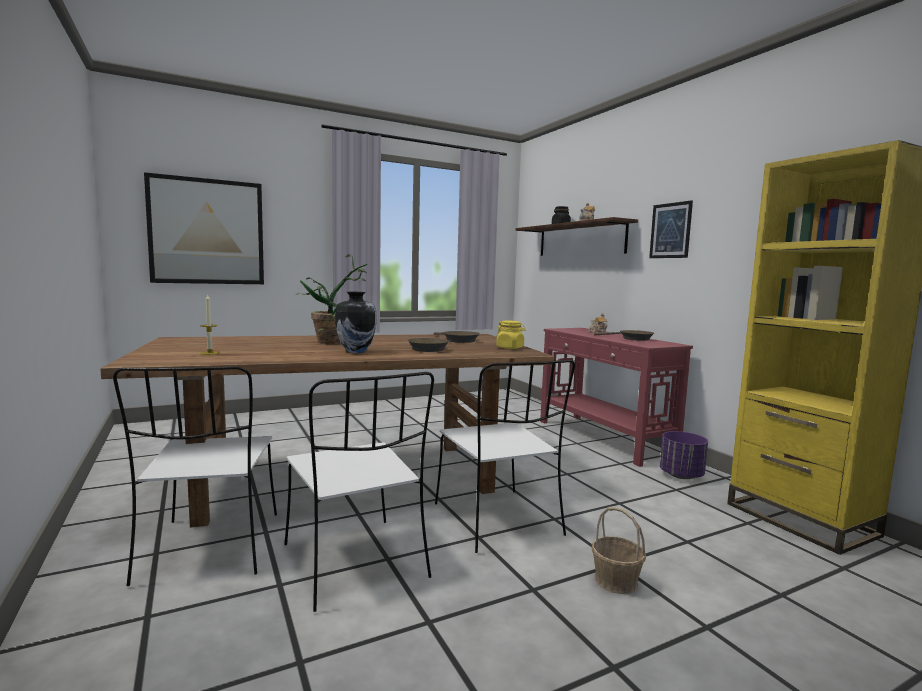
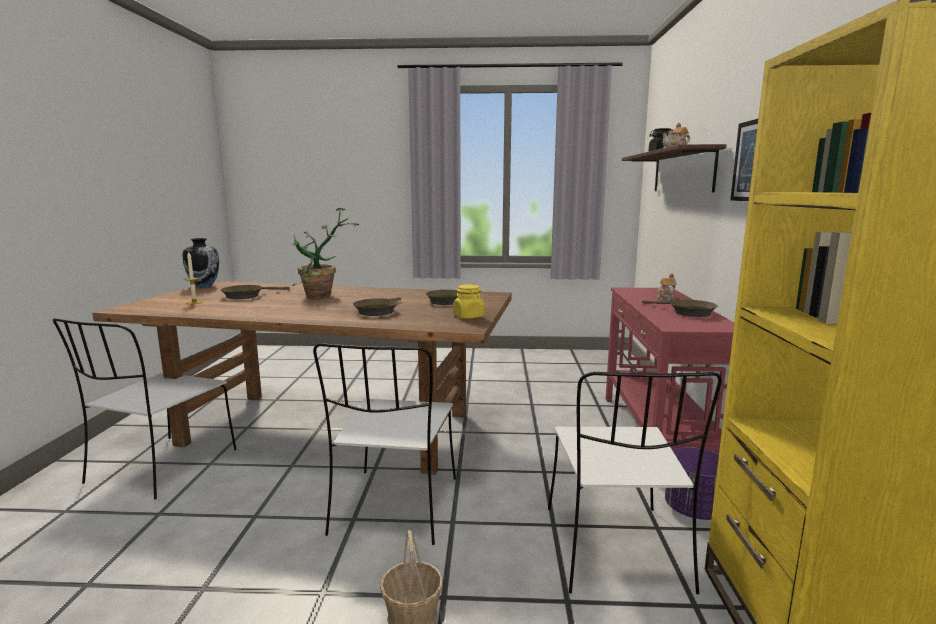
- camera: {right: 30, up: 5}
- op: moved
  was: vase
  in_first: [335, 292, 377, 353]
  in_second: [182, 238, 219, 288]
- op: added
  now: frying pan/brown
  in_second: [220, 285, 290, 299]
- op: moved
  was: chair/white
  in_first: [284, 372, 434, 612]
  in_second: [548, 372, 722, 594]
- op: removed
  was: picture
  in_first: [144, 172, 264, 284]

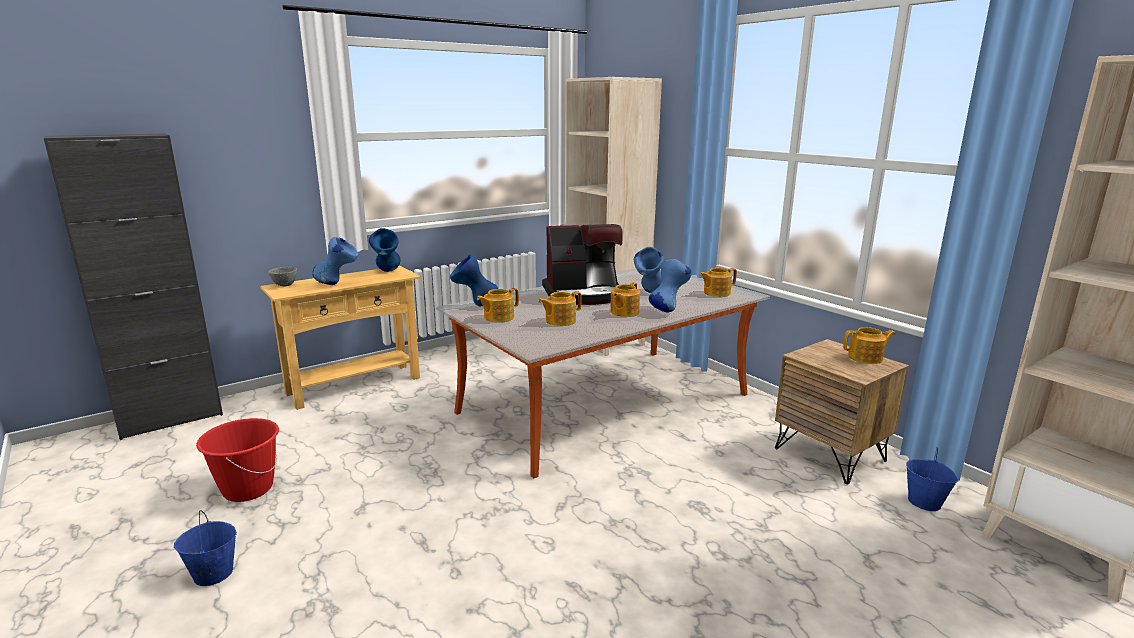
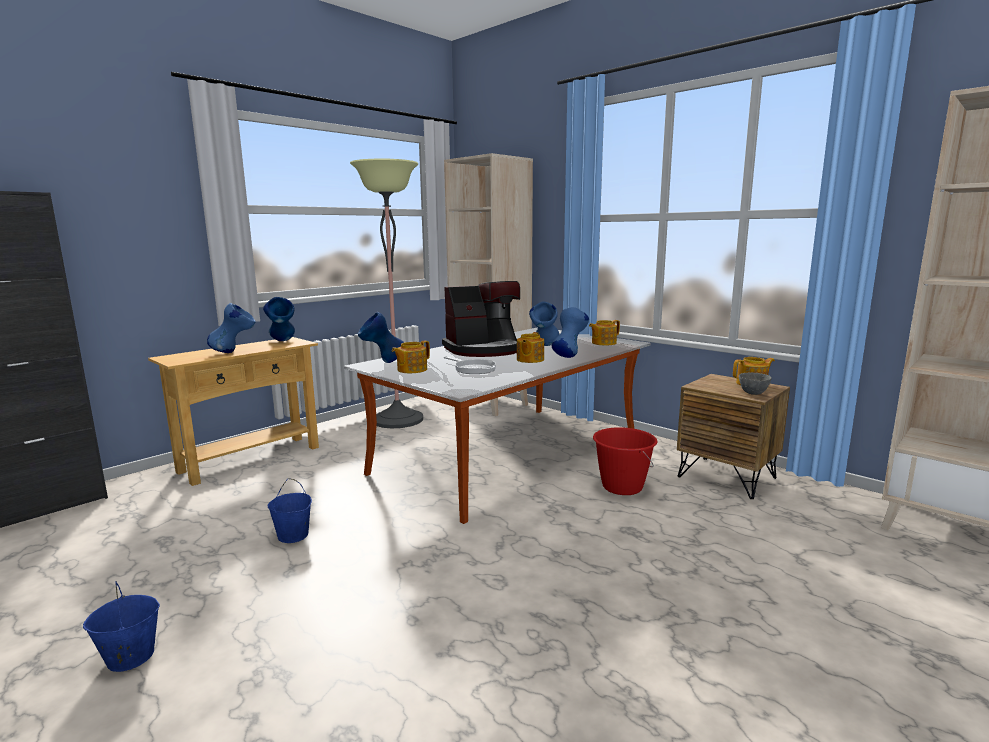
- camera: {right: -10, up: -5}
- op: moved
  was: bucket/blue
  in_first: [906, 447, 959, 511]
  in_second: [268, 478, 312, 543]
- op: added
  now: floor lamp
  in_second: [350, 159, 423, 428]
- op: replaced
  was: teapot
  now: frying pan
  in_first: [539, 291, 581, 326]
  in_second: [444, 356, 496, 374]
- op: moved
  was: bucket/red
  in_first: [196, 418, 279, 502]
  in_second: [593, 427, 658, 495]
- op: moved
  was: bowl/grey
  in_first: [268, 267, 297, 286]
  in_second: [739, 372, 772, 395]

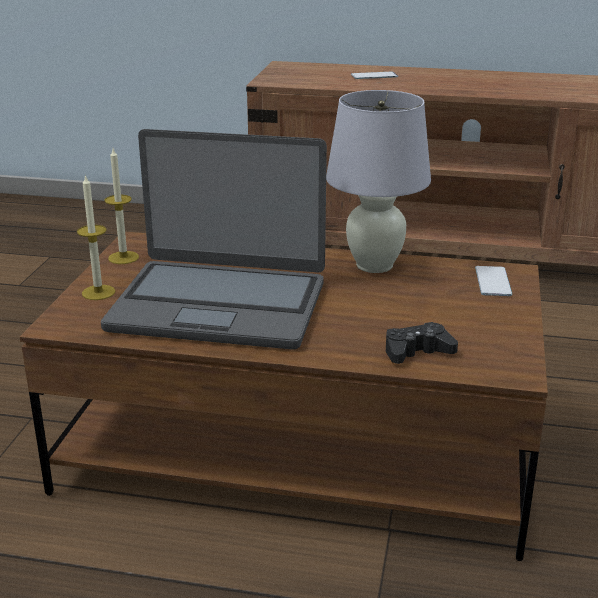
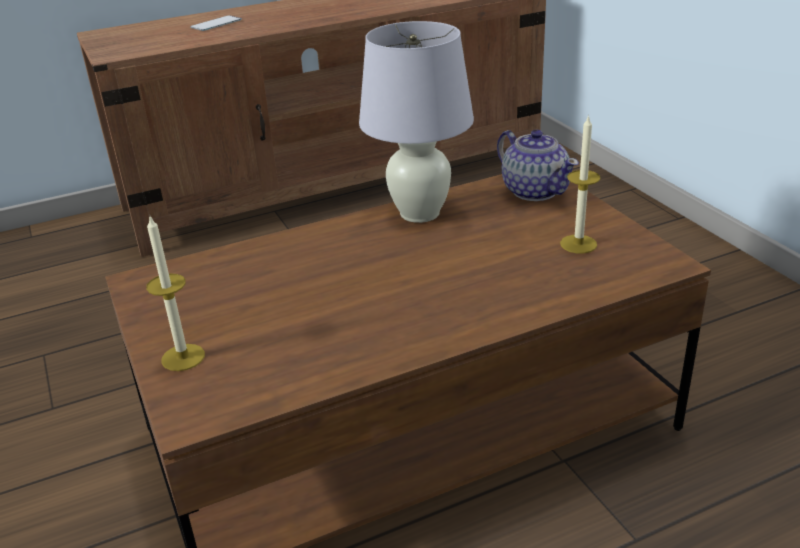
- camera: {right: -35, up: 5}
- op: replaced
  was: phone
  now: teapot
  in_first: [475, 266, 512, 296]
  in_second: [497, 130, 579, 201]
- op: moved
  was: candle
  in_first: [104, 149, 139, 264]
  in_second: [560, 115, 600, 253]
- op: removed
  was: laptop
  in_first: [101, 129, 327, 350]
- op: removed
  was: game controller/black
  in_first: [386, 322, 458, 364]

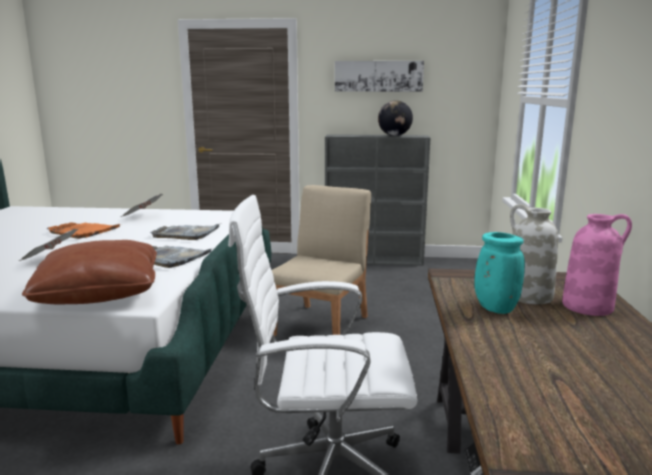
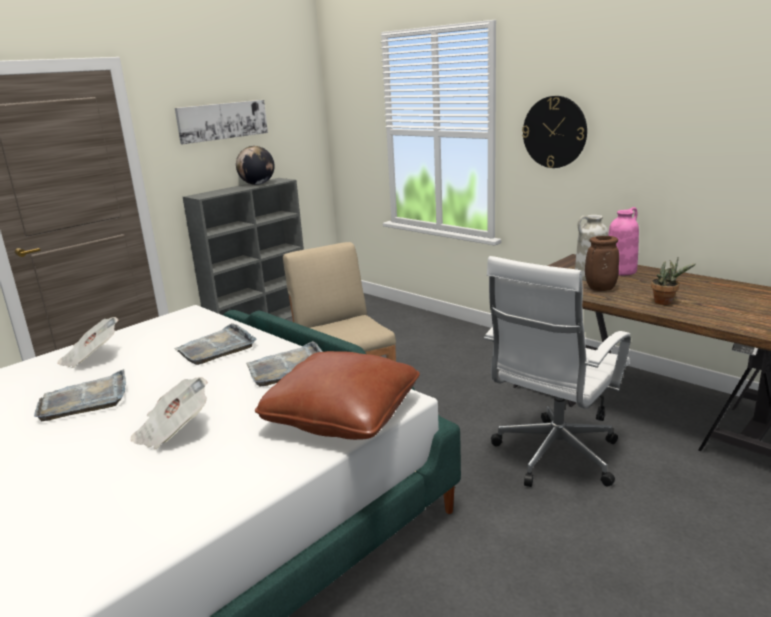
- camera: {right: -50, up: 5}
- op: recoloured
  was: tray/orange
  now: tray/grey
  in_first: [47, 222, 120, 239]
  in_second: [34, 369, 126, 421]
- op: added
  now: wall clock
  in_second: [522, 96, 587, 168]
- op: recoloured
  was: vase/turquoise
  now: vase/brown
  in_first: [474, 232, 525, 314]
  in_second: [585, 236, 619, 291]
- op: added
  now: potted plant
  in_second: [651, 258, 696, 305]

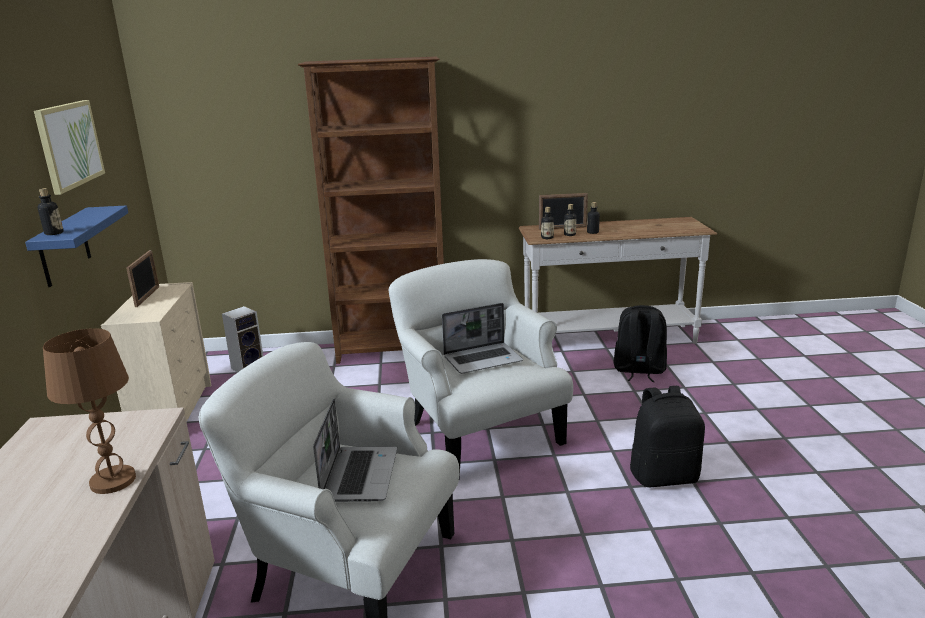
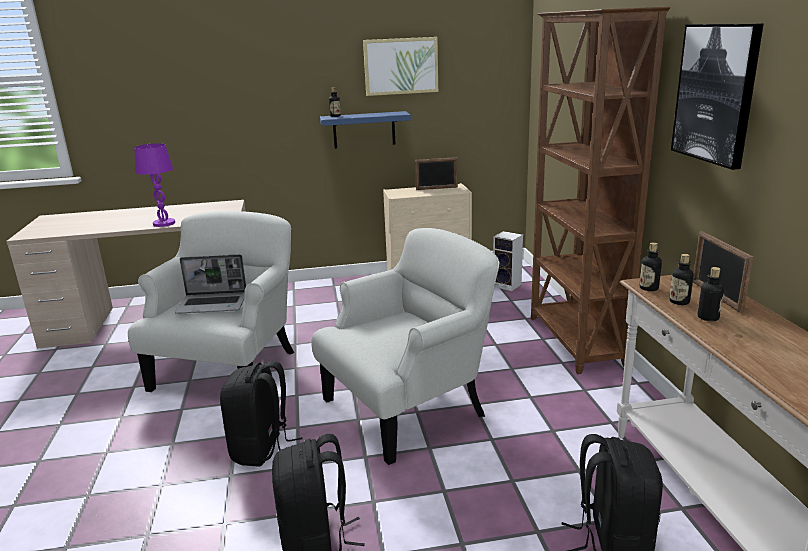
- camera: {right: 85, up: 0}
- op: recoloured
  was: table lamp/brown
  now: table lamp/purple
  in_first: [43, 328, 136, 494]
  in_second: [134, 143, 175, 227]
- op: added
  now: backpack/black
  in_second: [220, 361, 302, 467]
- op: added
  now: picture
  in_second: [671, 23, 764, 170]
- op: removed
  was: laptop
  in_first: [442, 303, 523, 374]

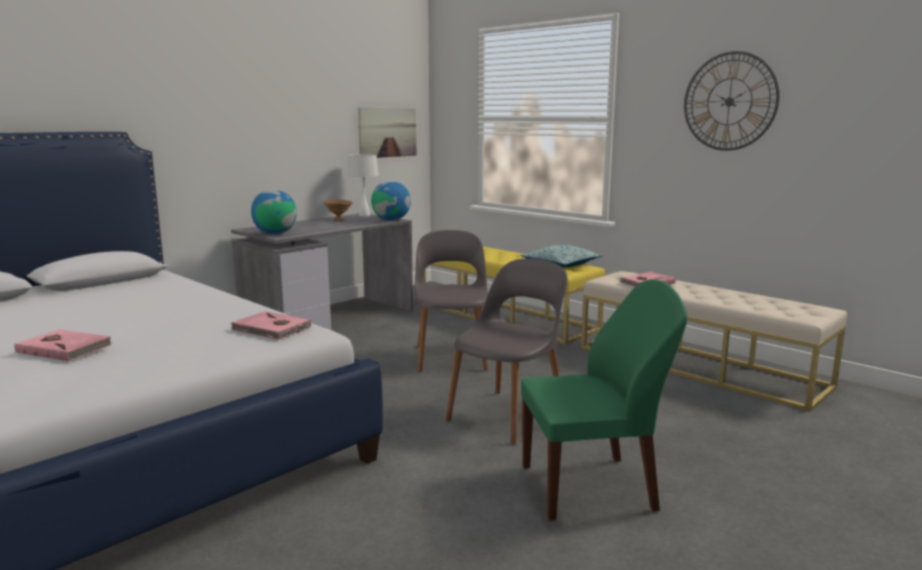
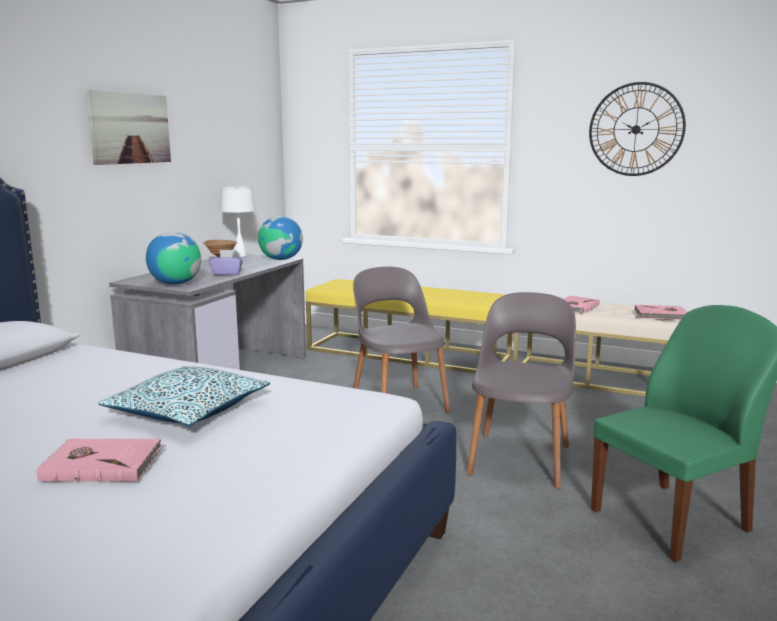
- camera: {right: -20, up: 0}
- op: moved
  was: picture
  in_first: [358, 108, 417, 158]
  in_second: [86, 89, 171, 165]
- op: moved
  was: pillow
  in_first: [521, 245, 602, 268]
  in_second: [98, 366, 270, 426]
- op: added
  now: tissue box/purple
  in_second: [209, 250, 243, 275]
- op: moved
  was: book/pink
  in_first: [231, 311, 311, 340]
  in_second: [634, 305, 687, 320]

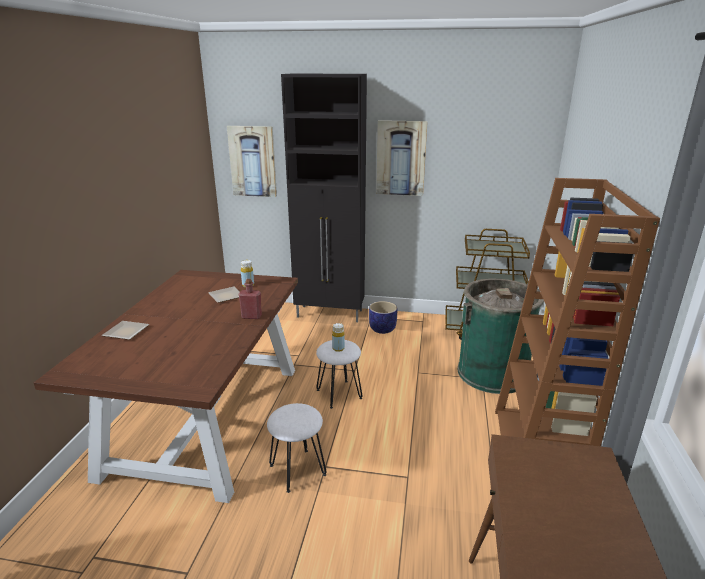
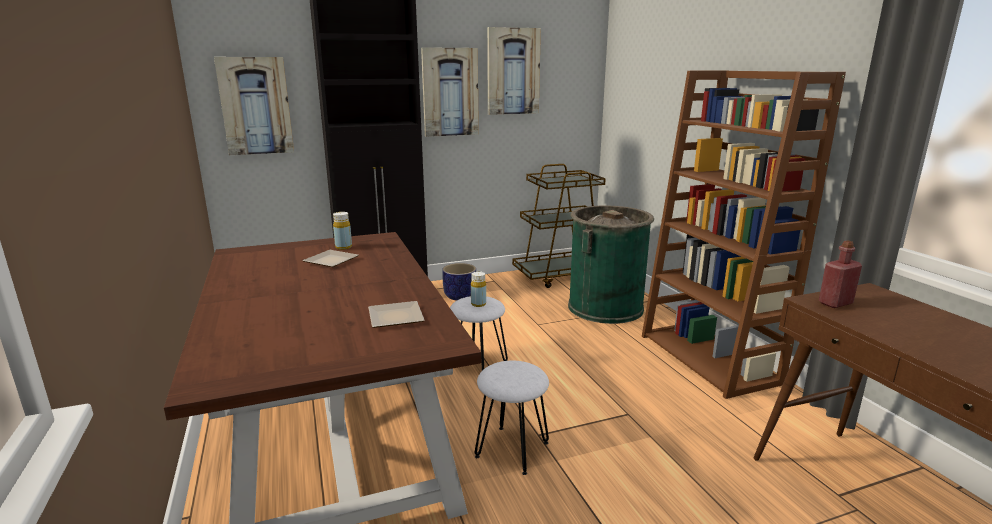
- camera: {right: -30, up: -5}
- op: moved
  was: plate
  in_first: [101, 321, 149, 340]
  in_second: [368, 301, 425, 328]
- op: added
  now: picture
  in_second: [487, 27, 541, 115]
- op: moved
  was: bottle/red
  in_first: [239, 279, 262, 319]
  in_second: [819, 241, 862, 308]

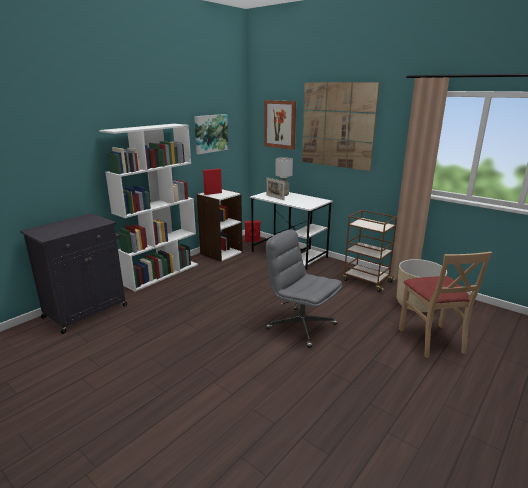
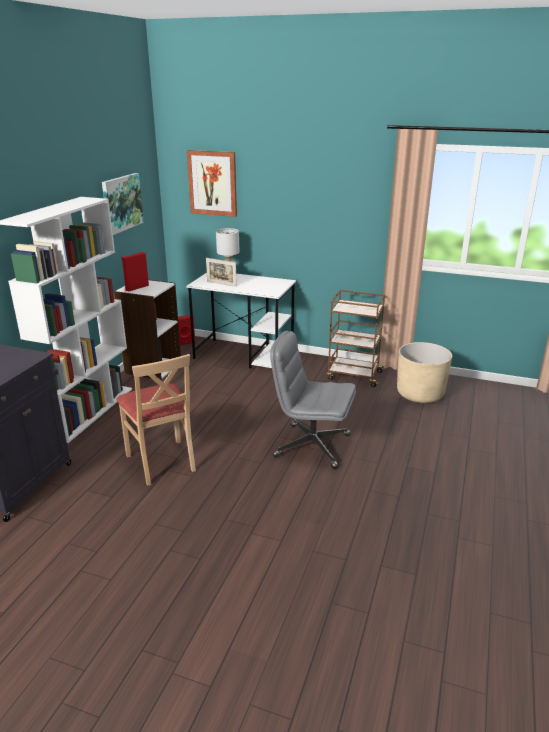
- camera: {right: -20, up: 5}
- op: moved
  was: chair/beige
  in_first: [399, 252, 492, 358]
  in_second: [116, 354, 196, 486]
- op: removed
  was: picture
  in_first: [302, 82, 380, 171]

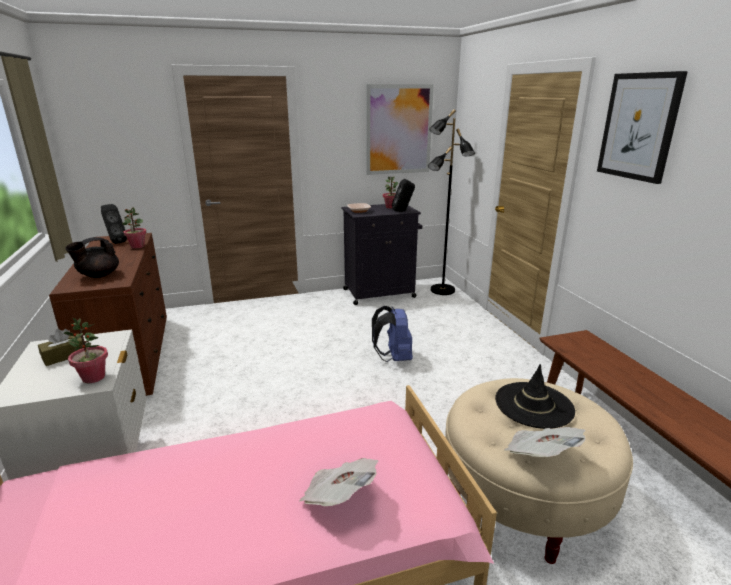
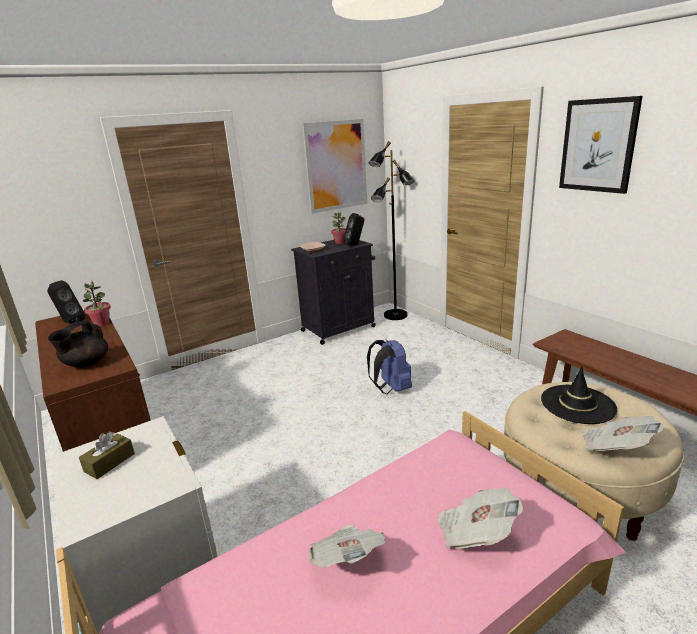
- camera: {right: -15, up: 0}
- op: added
  now: newspaper
  in_second: [308, 525, 385, 567]
- op: removed
  was: potted plant
  in_first: [63, 318, 108, 383]

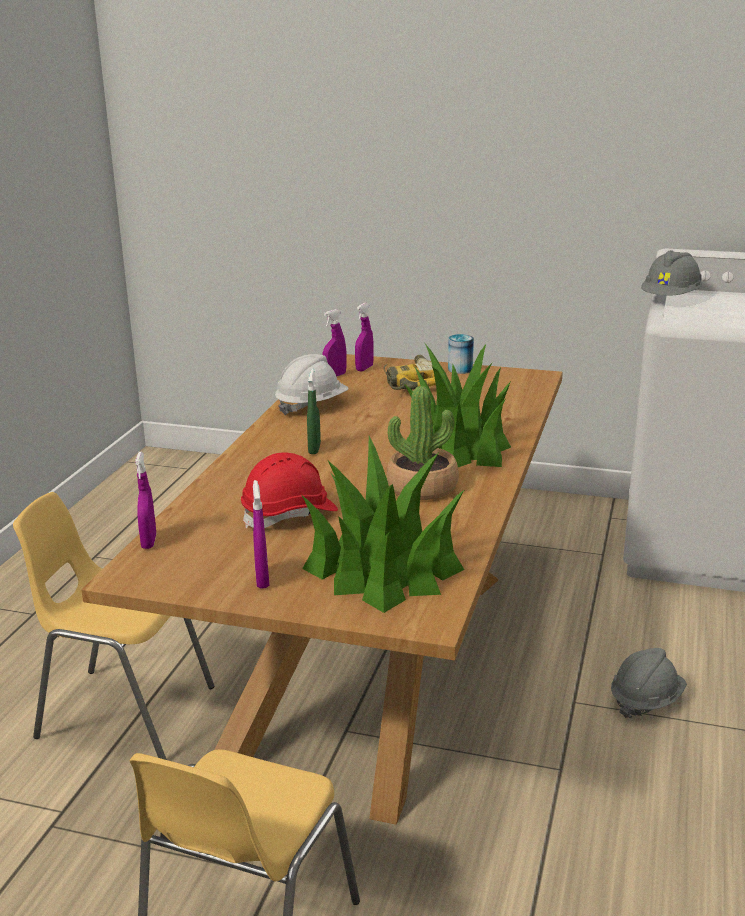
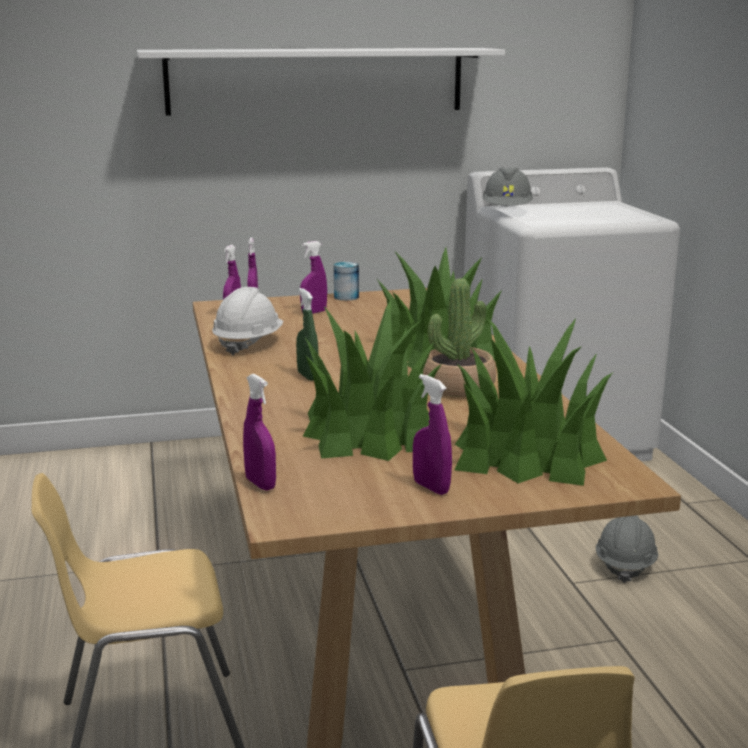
- camera: {right: -30, up: -5}
- op: added
  now: shelf/white
  in_second: [137, 48, 505, 116]
- op: replaced
  was: power drill
  now: spray bottle/purple
  in_first: [383, 355, 436, 390]
  in_second: [300, 241, 327, 314]
- op: replaced
  was: hard hat/red
  now: potted plant
  in_first: [241, 453, 338, 529]
  in_second: [303, 299, 442, 461]

